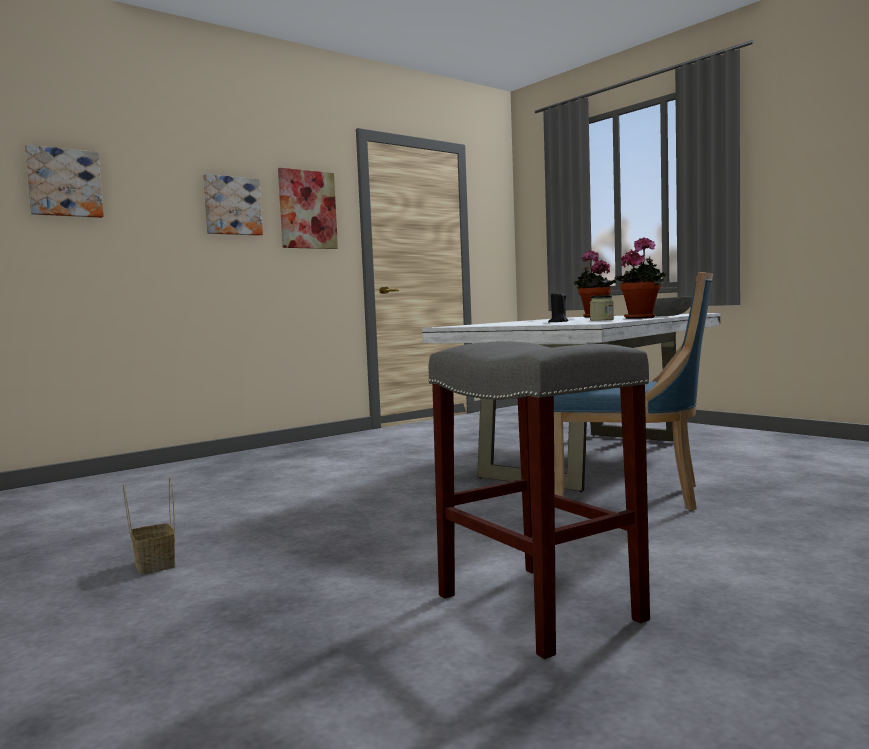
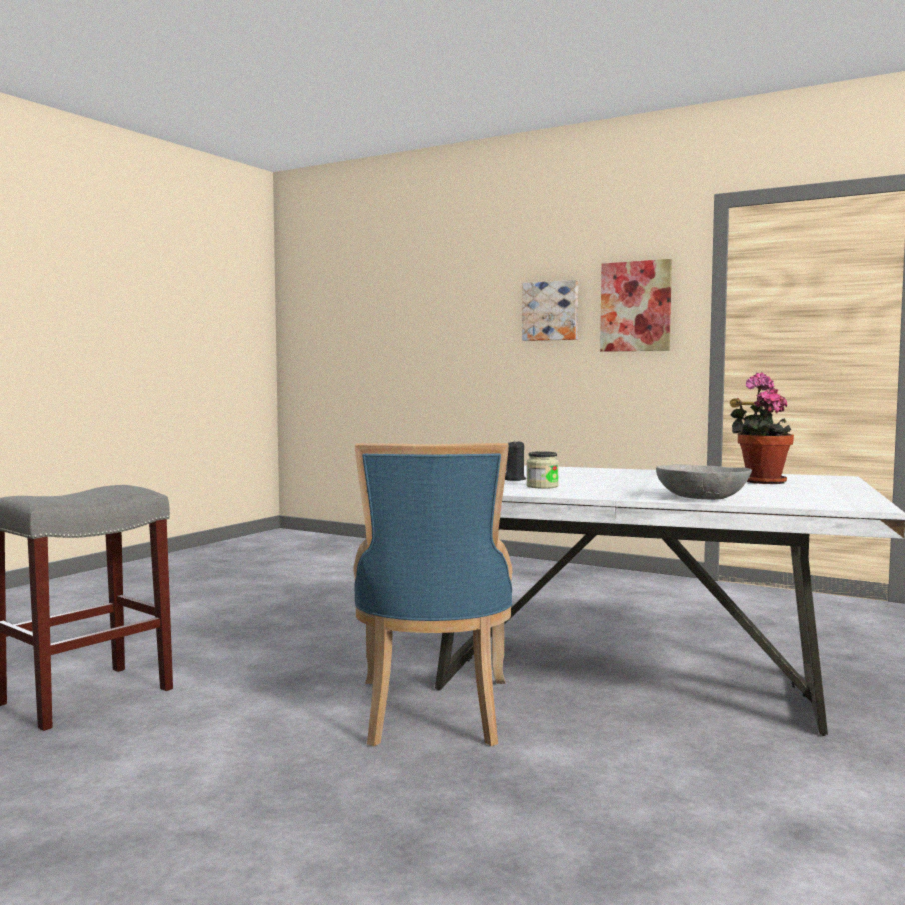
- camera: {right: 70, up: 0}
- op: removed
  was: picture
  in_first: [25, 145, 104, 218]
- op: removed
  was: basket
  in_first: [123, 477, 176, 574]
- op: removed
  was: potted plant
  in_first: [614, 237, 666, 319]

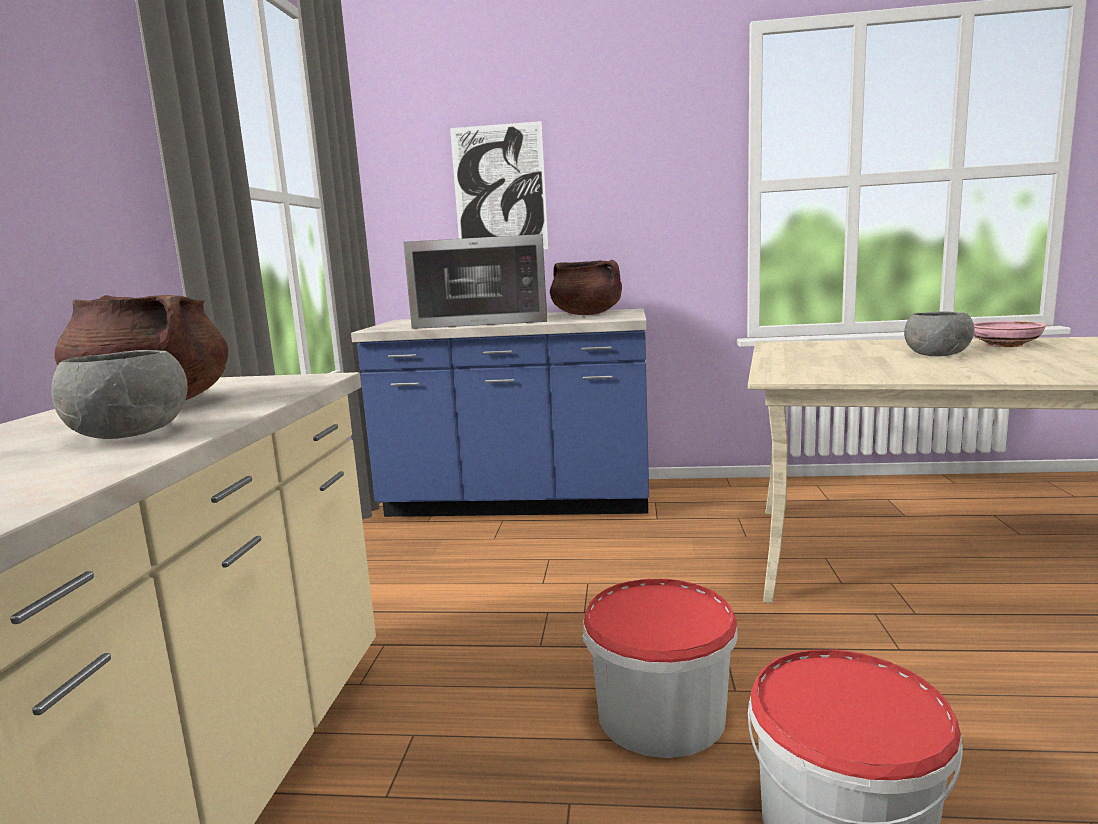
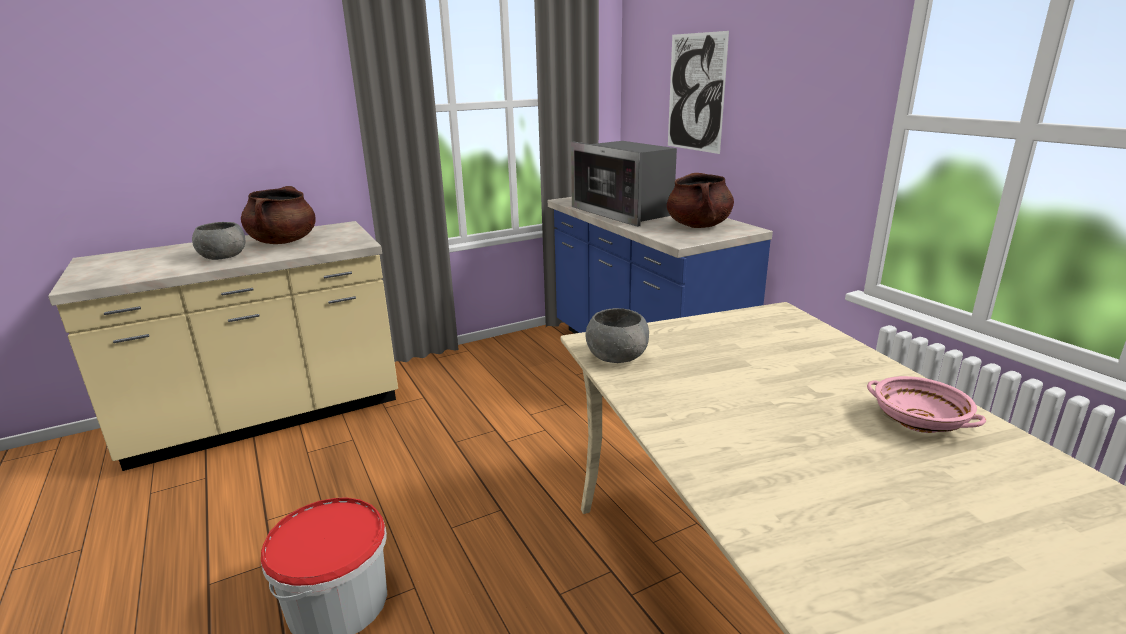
- camera: {right: 55, up: 10}
- op: moved
  was: bowl/grey
  in_first: [904, 311, 975, 356]
  in_second: [586, 308, 649, 363]
- op: removed
  was: bucket
  in_first: [583, 579, 738, 758]

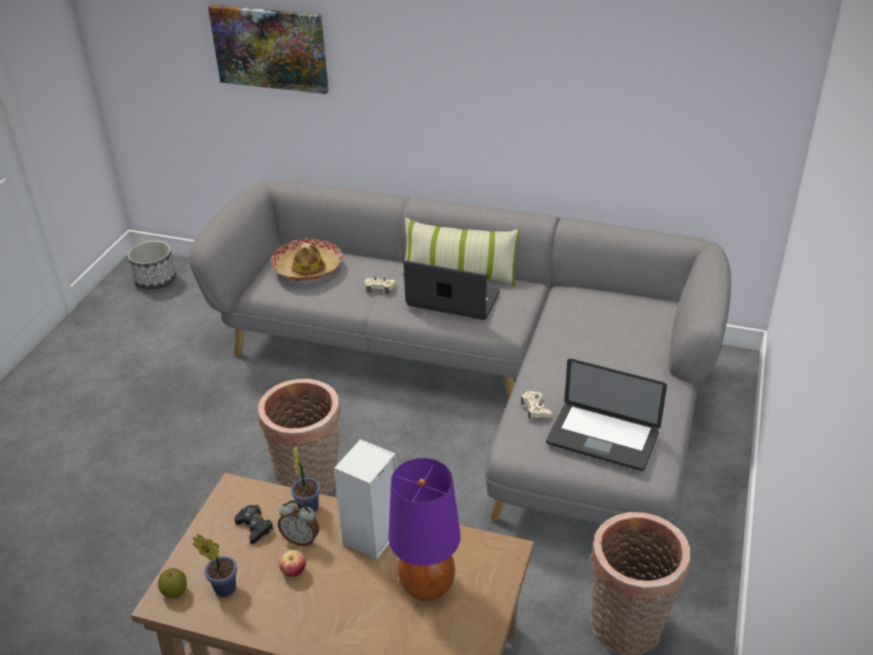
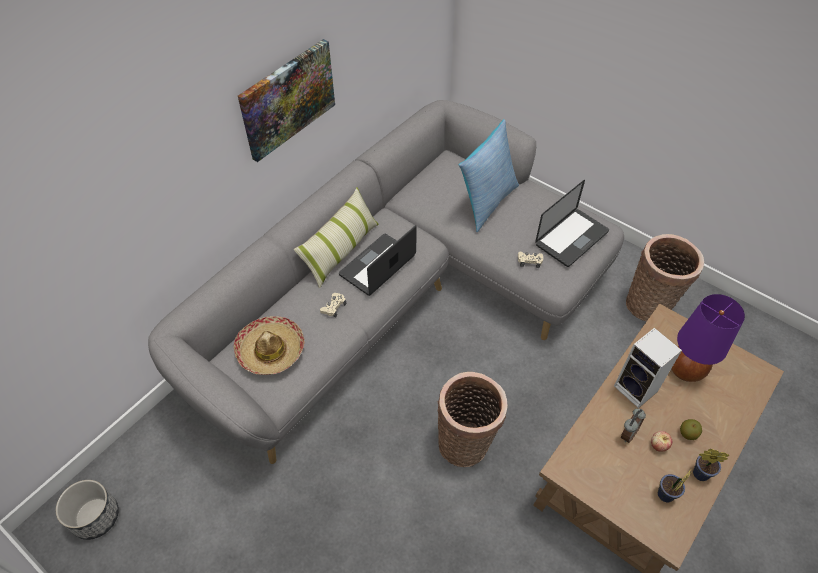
- camera: {right: -70, up: 15}
- op: moved
  was: picture
  in_first: [208, 5, 329, 94]
  in_second: [238, 39, 335, 162]
- op: added
  now: pillow
  in_second: [459, 119, 519, 232]
- op: moved
  was: apple
  in_first: [158, 568, 187, 599]
  in_second: [680, 419, 702, 440]
- op: moved
  was: potted plant
  in_first: [291, 446, 320, 512]
  in_second: [693, 449, 729, 481]
- op: removed
  was: game controller/black
  in_first: [235, 505, 274, 544]

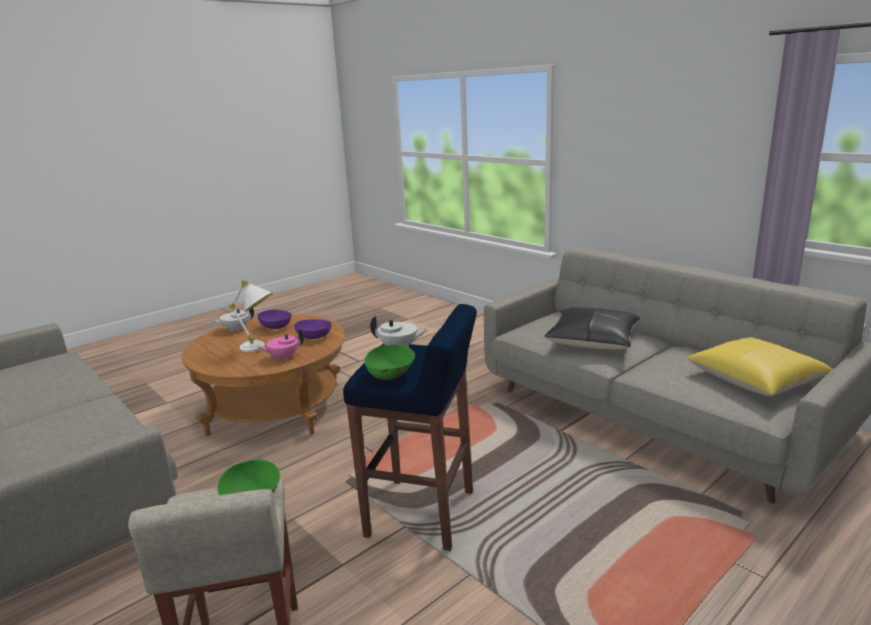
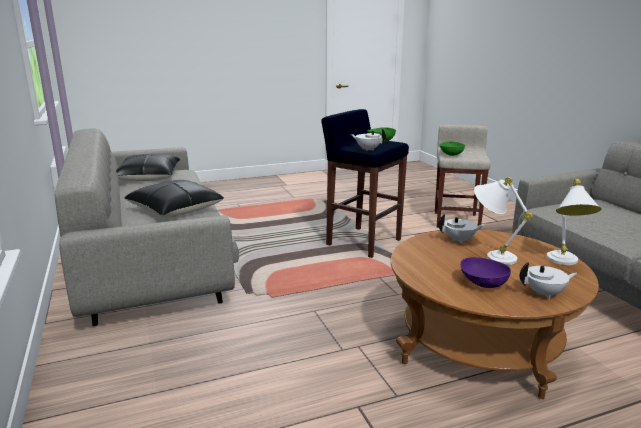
- camera: {right: -160, up: 0}
- op: recoloured
  was: pillow/yellow
  now: pillow/black
  in_first: [687, 337, 832, 397]
  in_second: [116, 154, 180, 181]
- op: recoloured
  was: teapot/pink
  now: teapot/white
  in_first: [257, 328, 304, 360]
  in_second: [438, 214, 485, 244]
- op: added
  now: table lamp/white
  in_second: [547, 179, 602, 265]
- op: removed
  was: bowl/purple
  in_first: [294, 319, 332, 339]

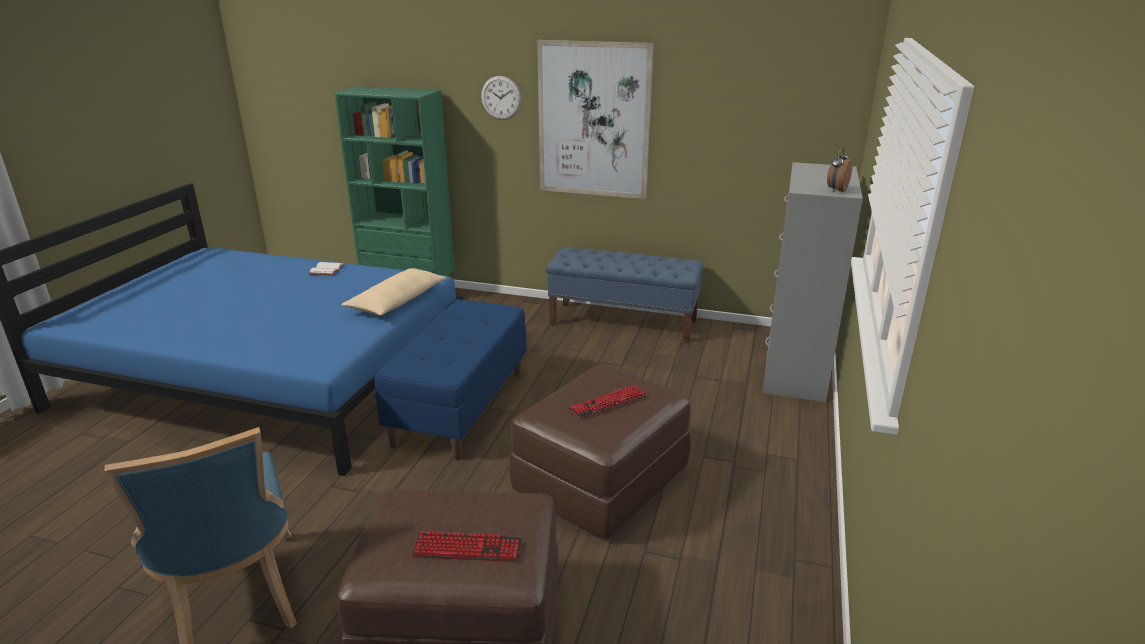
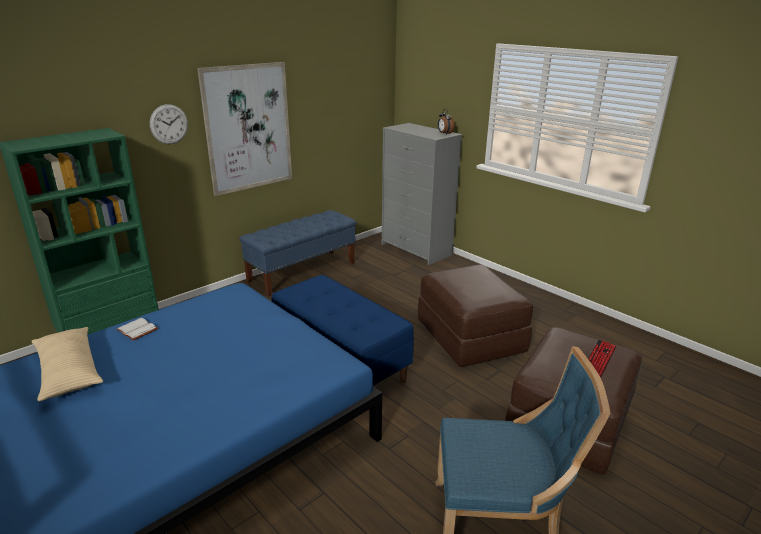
- camera: {right: -60, up: 0}
- op: moved
  was: pillow/beige
  in_first: [341, 268, 446, 315]
  in_second: [32, 327, 103, 401]
- op: removed
  was: keyboard
  in_first: [569, 385, 647, 418]

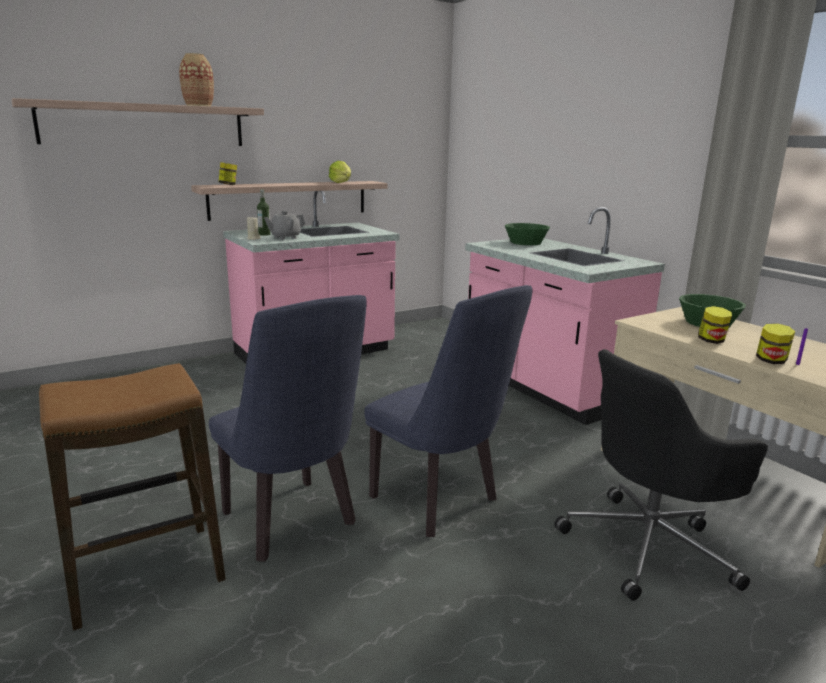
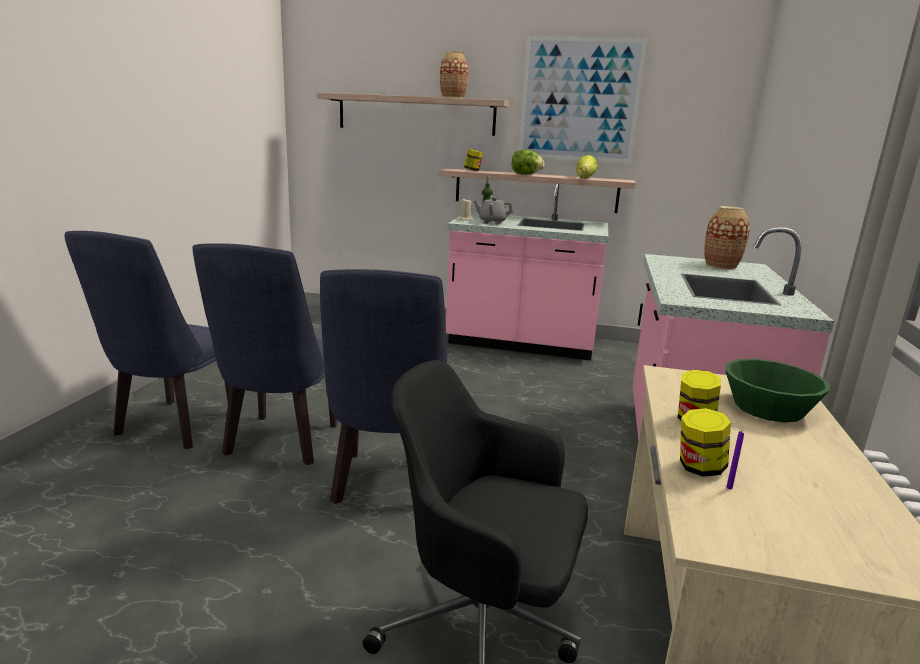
- camera: {right: 45, up: 0}
- op: replaced
  was: stool
  now: chair/blue
  in_first: [39, 363, 226, 631]
  in_second: [65, 231, 230, 449]
- op: added
  now: lettuce
  in_second: [512, 150, 544, 175]
- op: added
  now: picture
  in_second: [519, 36, 647, 163]
- op: replaced
  was: bowl/green
  now: vase
  in_first: [505, 223, 550, 245]
  in_second: [704, 206, 750, 269]

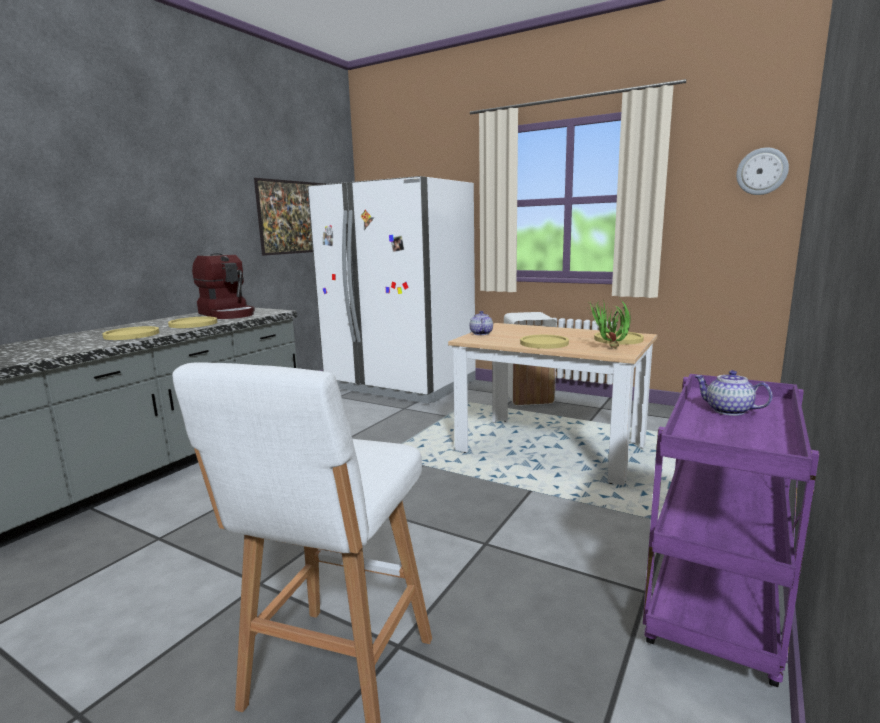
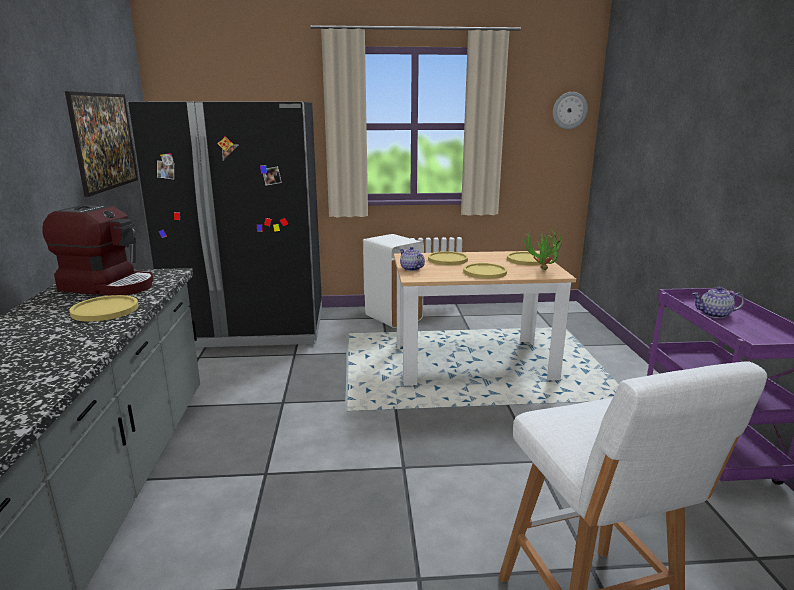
- camera: {right: -35, up: 5}
- op: recoloured
  was: fridge/white
  now: fridge/black
  in_first: [308, 176, 476, 404]
  in_second: [127, 101, 322, 347]
- op: moved
  was: plate/yellow
  in_first: [102, 326, 159, 340]
  in_second: [428, 251, 468, 265]

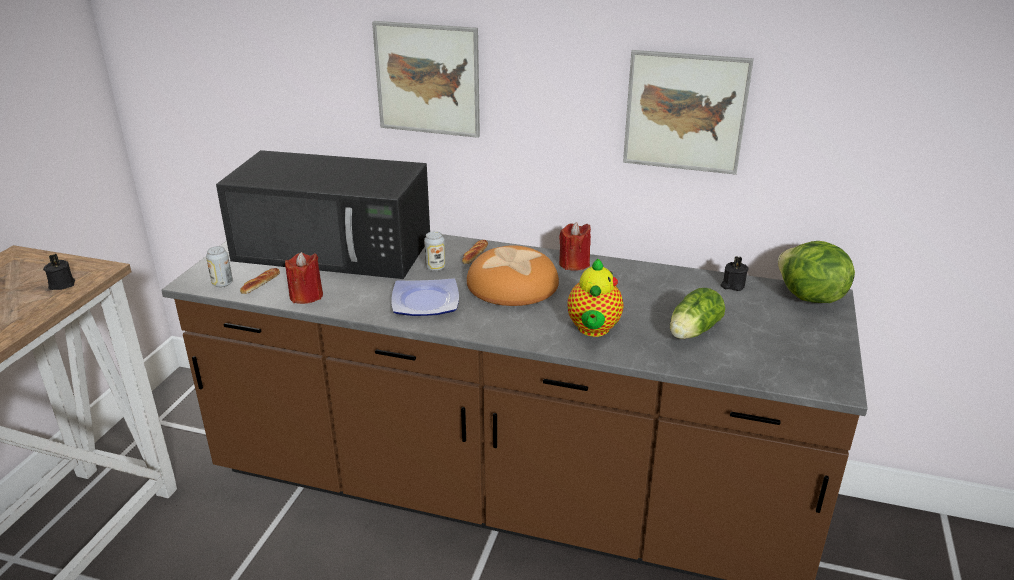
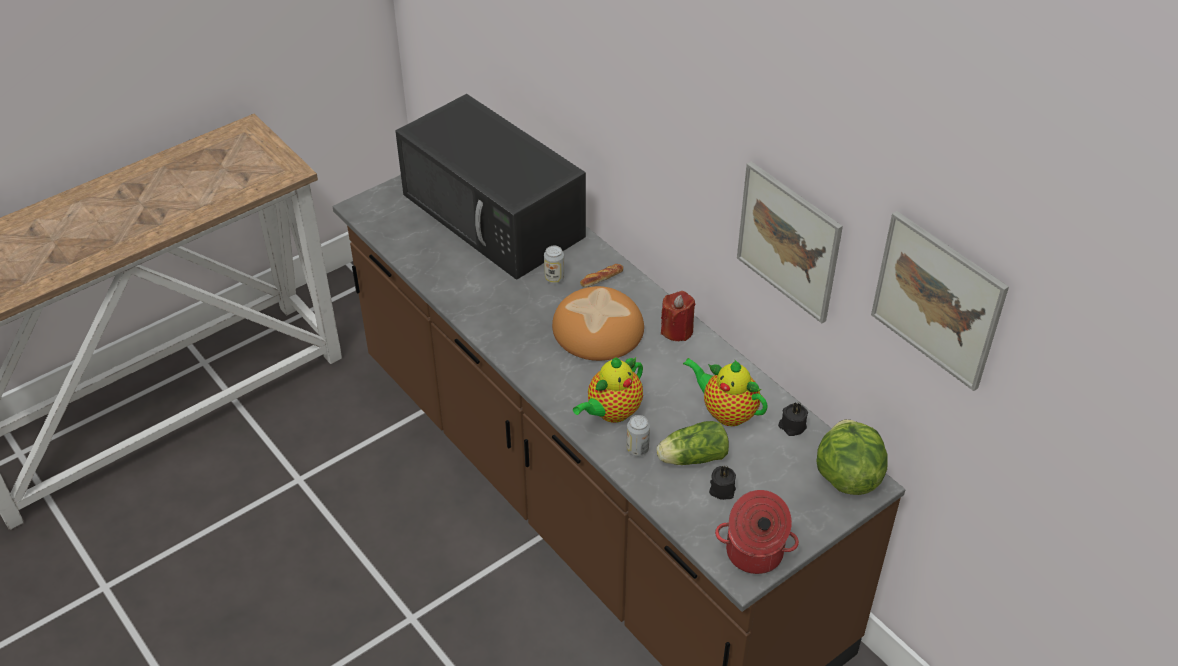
- camera: {right: 35, up: 15}
- op: moved
  was: can
  in_first: [206, 246, 233, 288]
  in_second: [626, 415, 650, 456]
- op: added
  now: teapot
  in_second: [683, 358, 768, 426]
- op: moved
  was: candle/black
  in_first: [43, 254, 75, 290]
  in_second: [709, 466, 736, 500]
- op: added
  now: cooking pot
  in_second: [715, 490, 799, 574]
- op: moved
  was: picture
  in_first: [372, 21, 480, 138]
  in_second: [871, 211, 1009, 391]
- op: removed
  was: bread
  in_first: [240, 268, 280, 294]
- op: removed
  was: candle/red
  in_first: [285, 252, 323, 304]
- op: removed
  was: plate
  in_first: [391, 278, 459, 316]

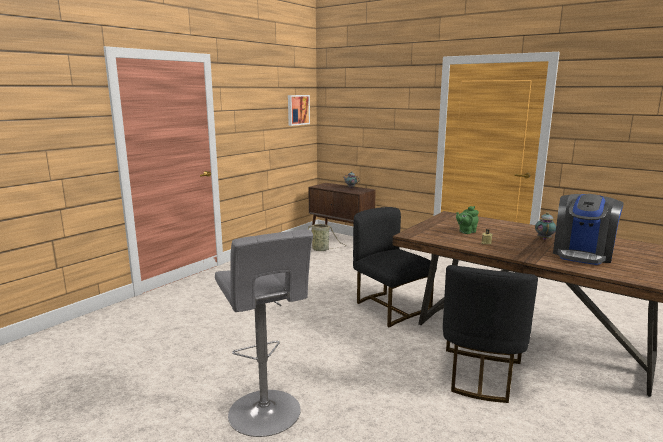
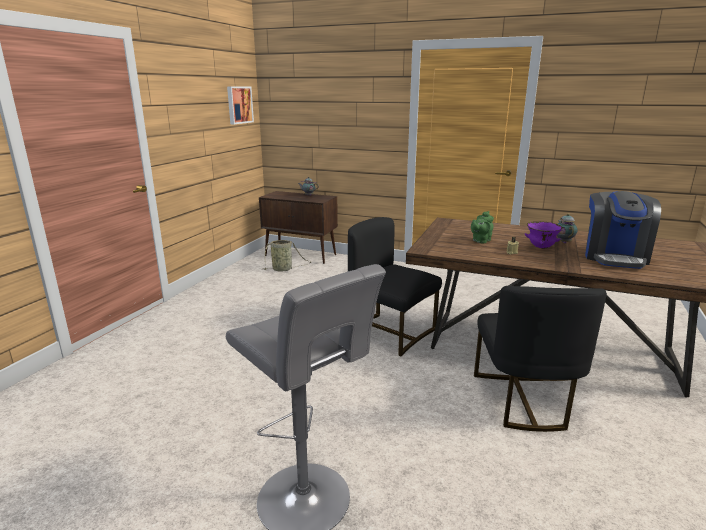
- camera: {right: -15, up: 5}
- op: added
  now: bowl/purple
  in_second: [525, 221, 563, 249]

